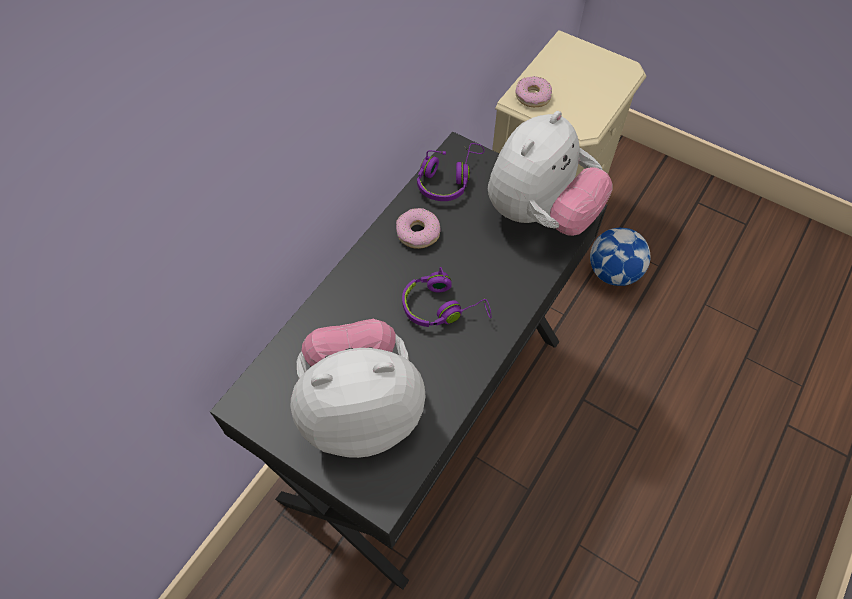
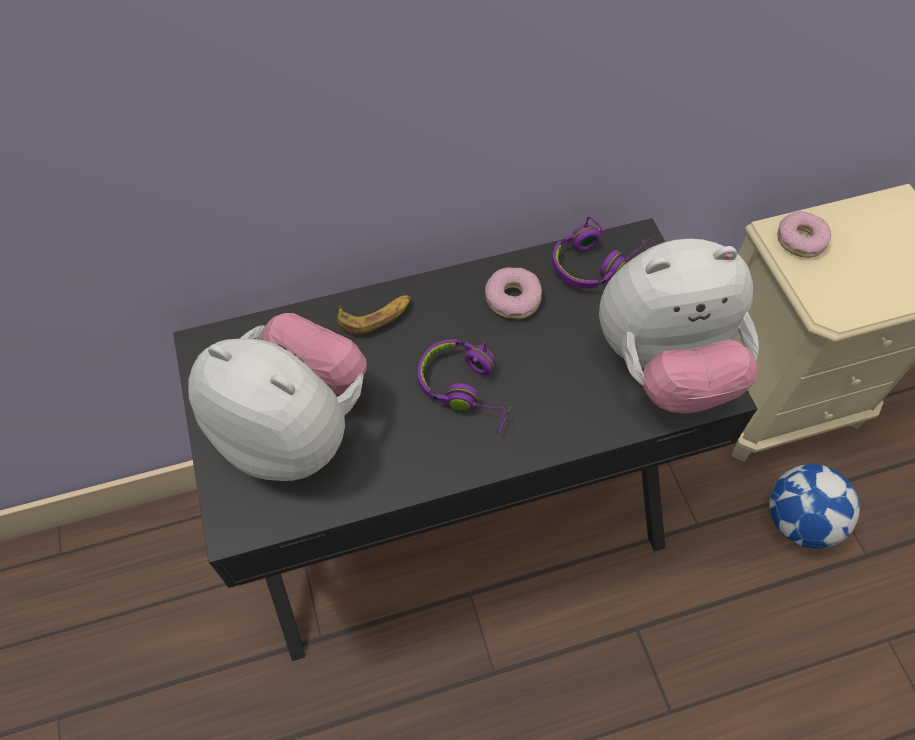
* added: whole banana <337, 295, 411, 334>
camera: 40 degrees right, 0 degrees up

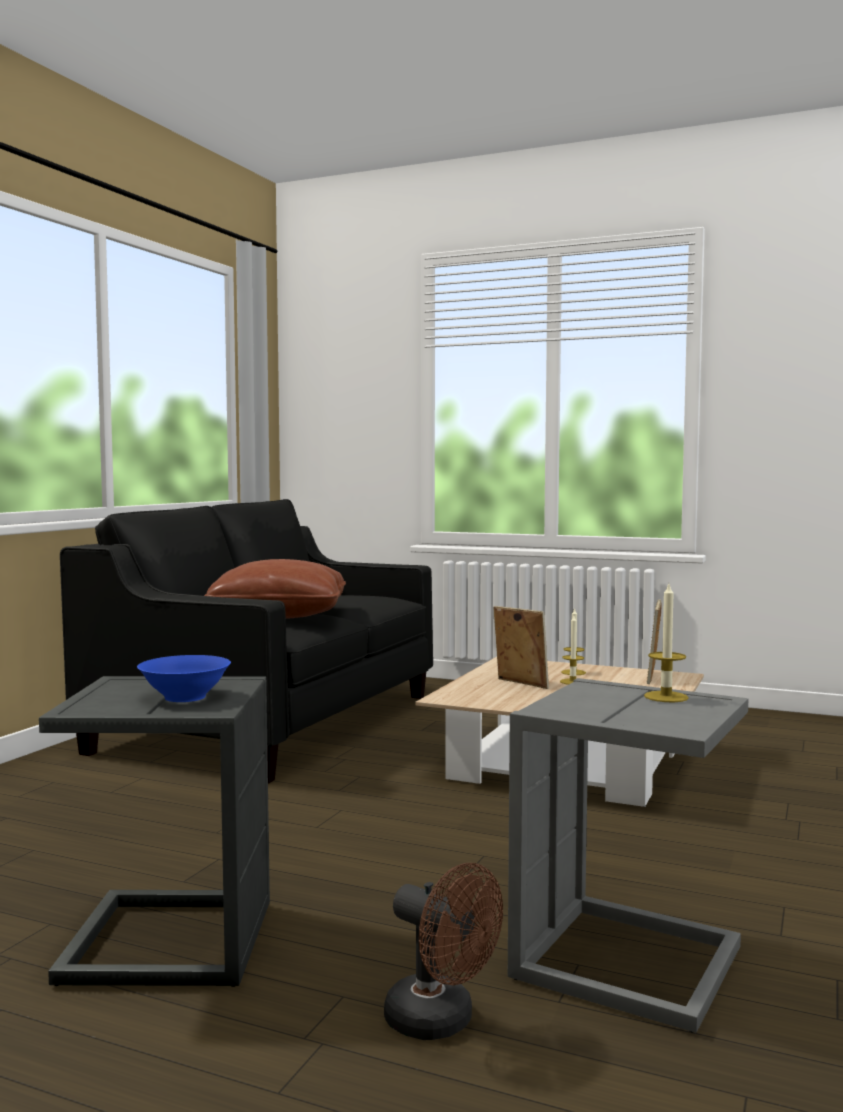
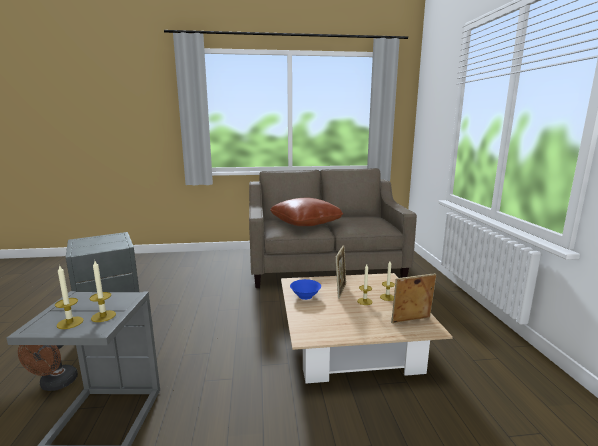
* recoloured: blackish settee <60, 499, 433, 783> to beige settee <249, 168, 417, 288>
* moved: blue-coloured deep dish <137, 655, 231, 702> to <290, 279, 321, 300>
* added: candle <55, 266, 84, 329>
camera: 60 degrees right, 10 degrees up

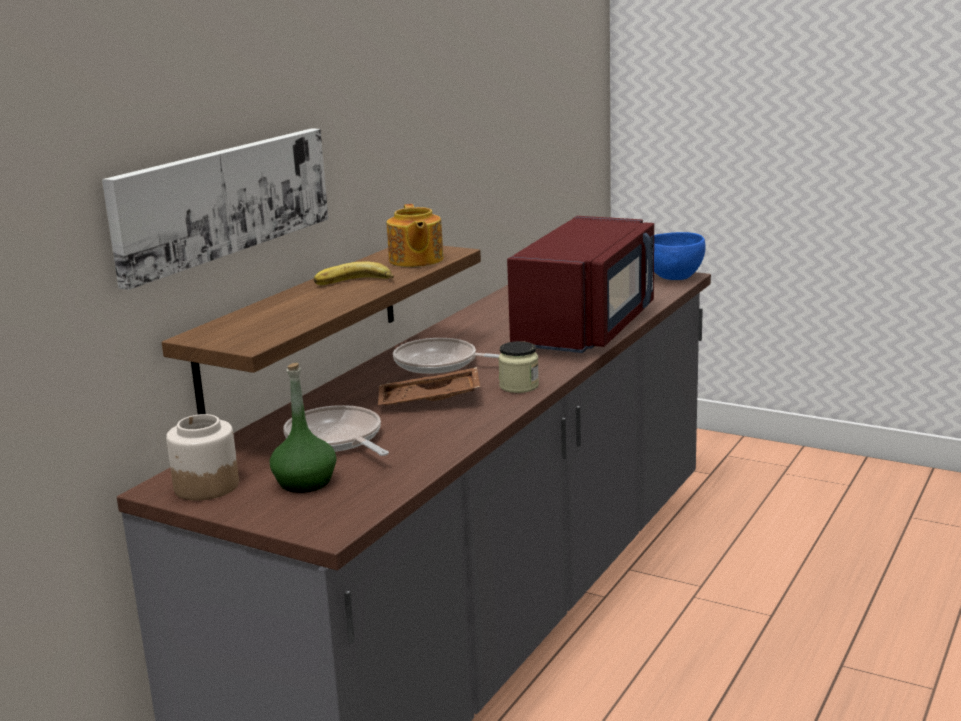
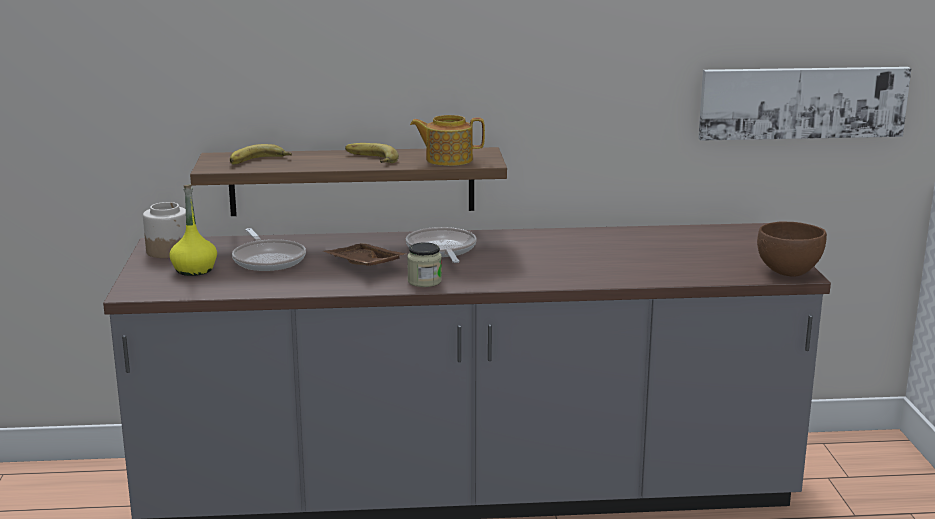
* moved: wall picture <102, 128, 328, 290> to <698, 67, 911, 141>
* turned: pot for tea <387, 204, 444, 267> = <410, 115, 485, 166> 45 degrees clockwise
* removed: reddish microwave oven <507, 216, 654, 353>
* recoloured: blue-coloured deep dish <654, 232, 705, 280> to brownish deep dish <757, 221, 827, 277>
* recoloured: green drink bottle <270, 363, 336, 493> to yellowish drink bottle <169, 184, 217, 276>
* turned: pan <283, 405, 389, 456> = <232, 228, 306, 271> 135 degrees clockwise
* added: whole banana <230, 144, 292, 165>
camera: 55 degrees right, 0 degrees up

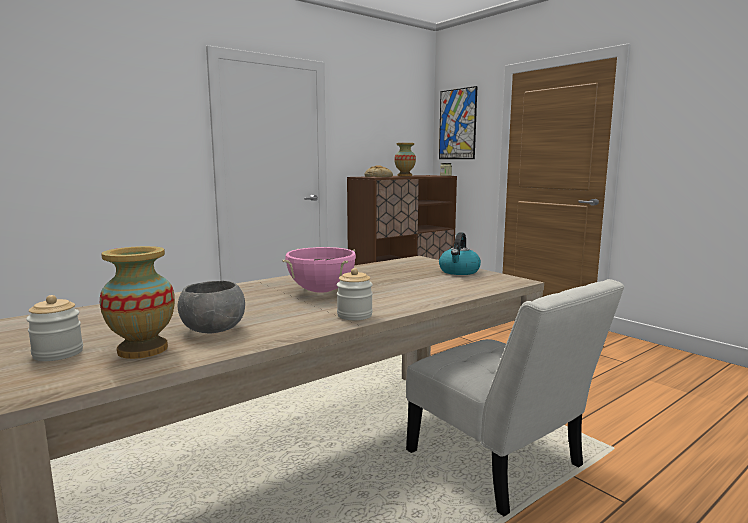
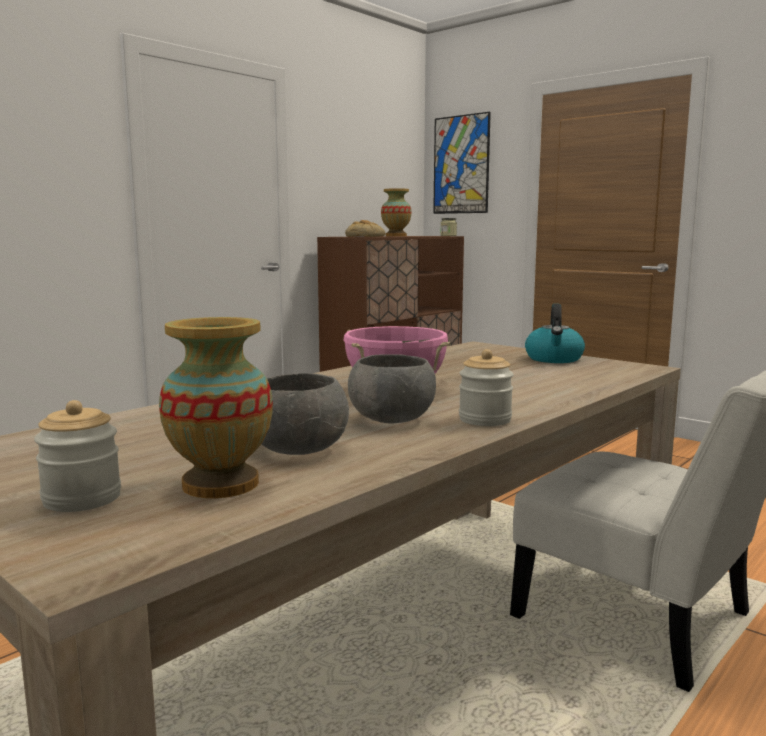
* added: greyish deep dish <348, 354, 436, 424>
camera: 10 degrees left, 0 degrees up

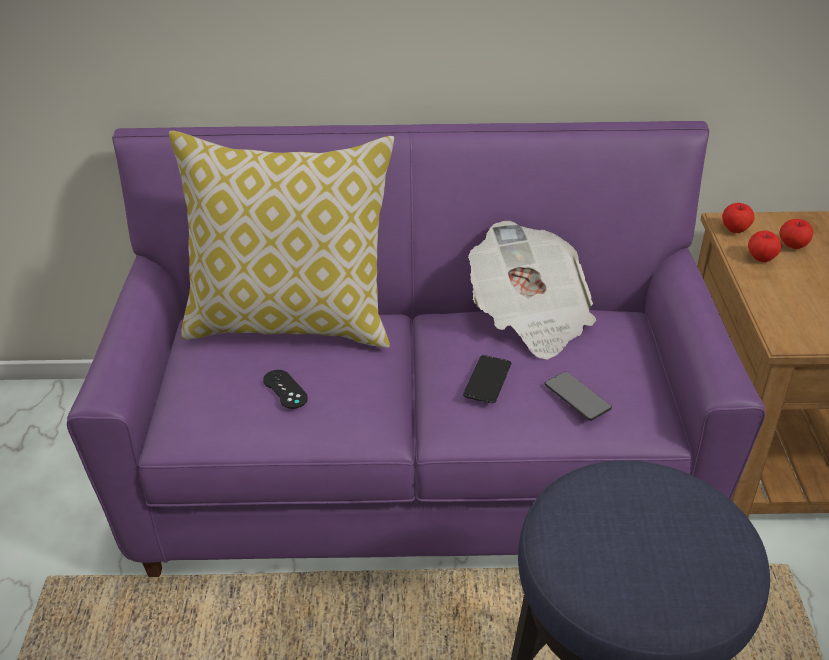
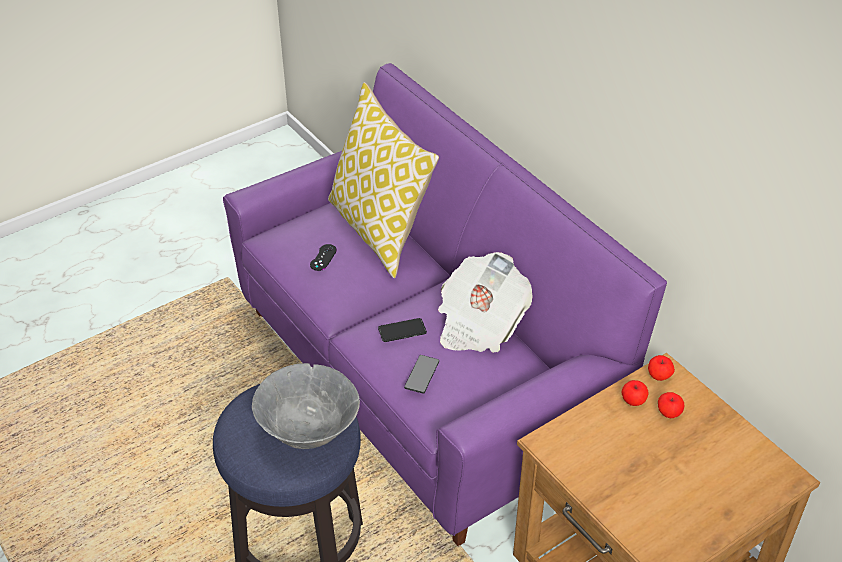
* added: greyish deep dish <252, 363, 360, 449>
camera: 55 degrees right, 5 degrees up

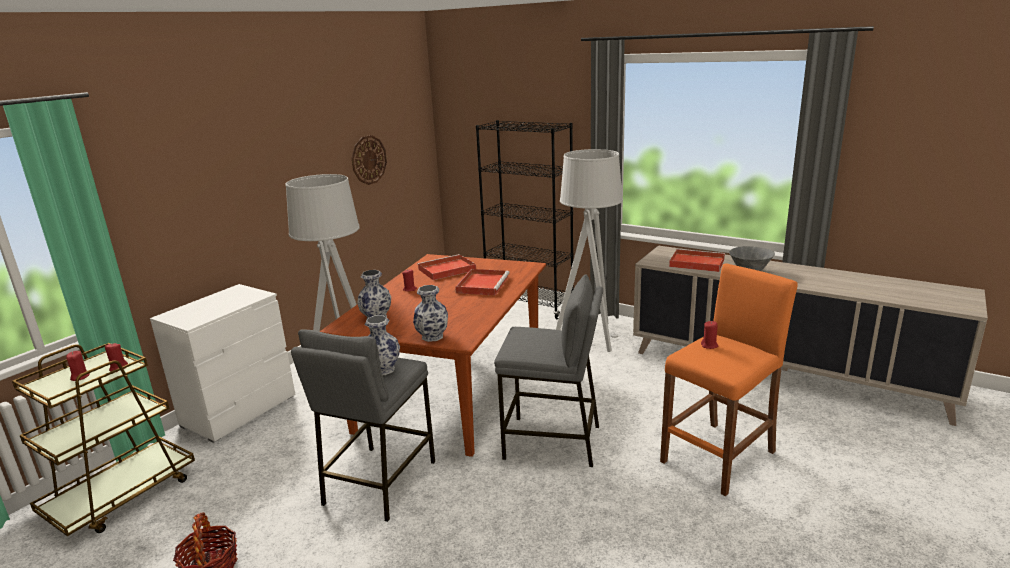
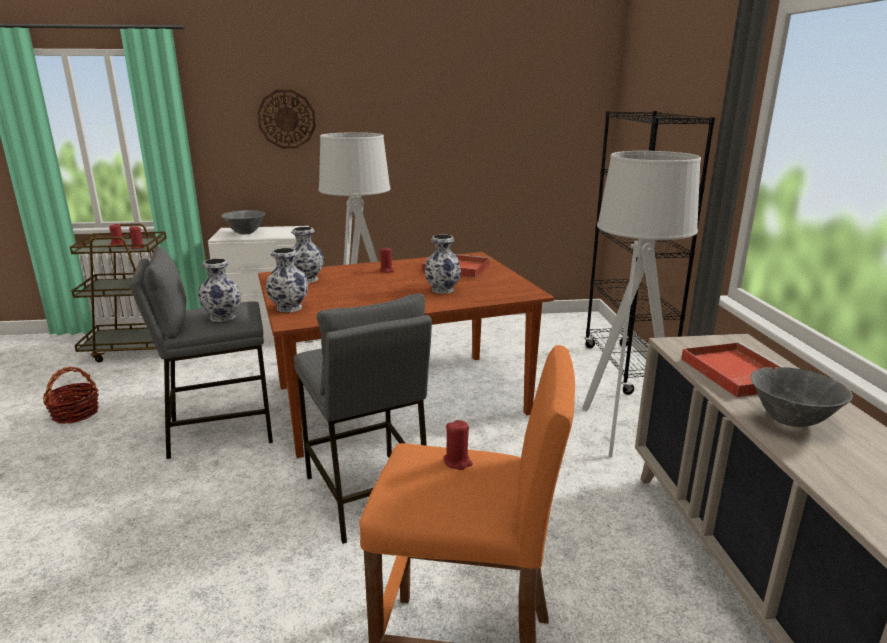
* moved: hanging clock <352, 135, 387, 185> to <257, 90, 316, 149>
* replaced: reddish carrying tray <455, 269, 509, 296> to vase <425, 235, 461, 294>
* added: greyish deep dish <221, 210, 265, 235>
camera: 50 degrees right, 0 degrees up

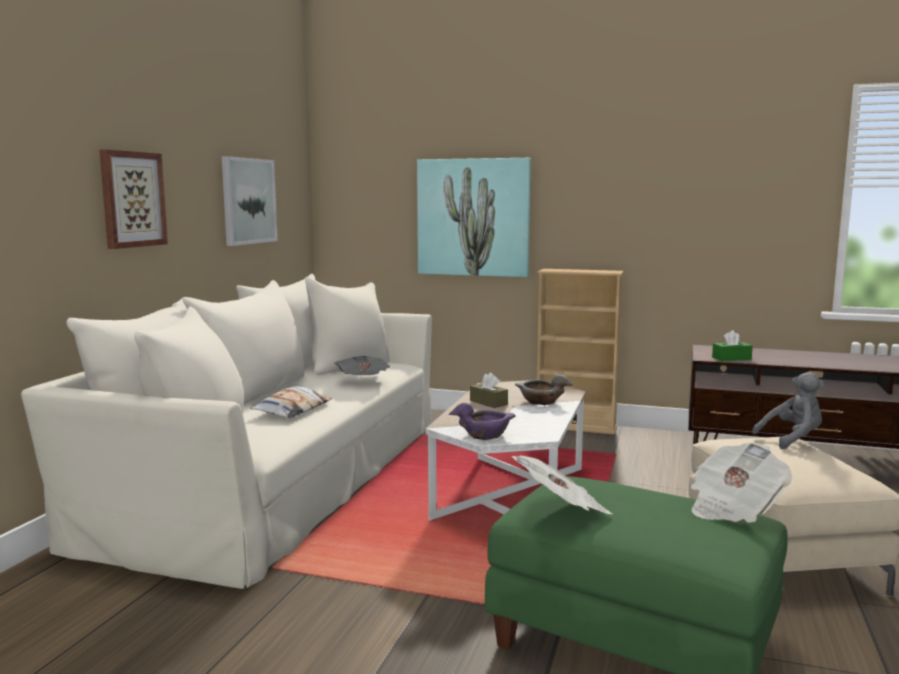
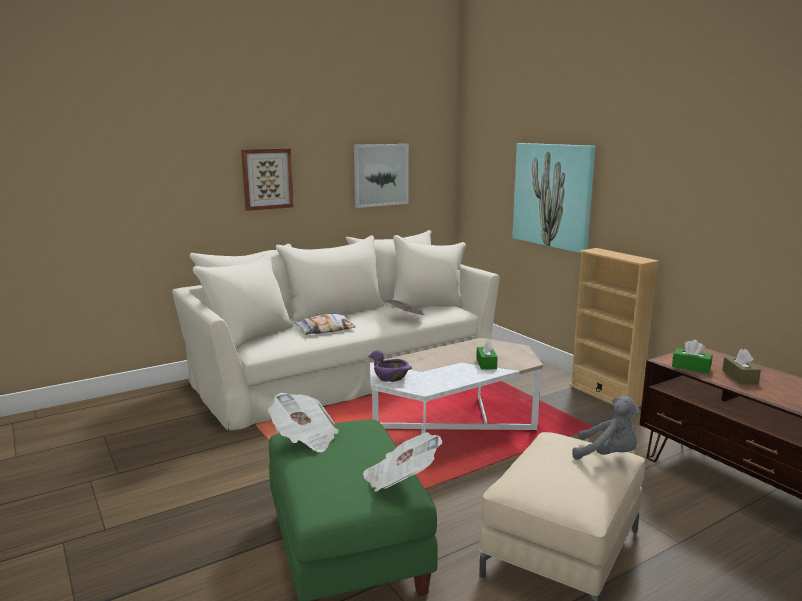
* moved: brownish box of tissues <470, 373, 508, 408> to <722, 349, 761, 384>
* replaced: greyish deep dish <515, 374, 573, 405> to green box of tissues <476, 340, 497, 370>
camera: 40 degrees right, 5 degrees up

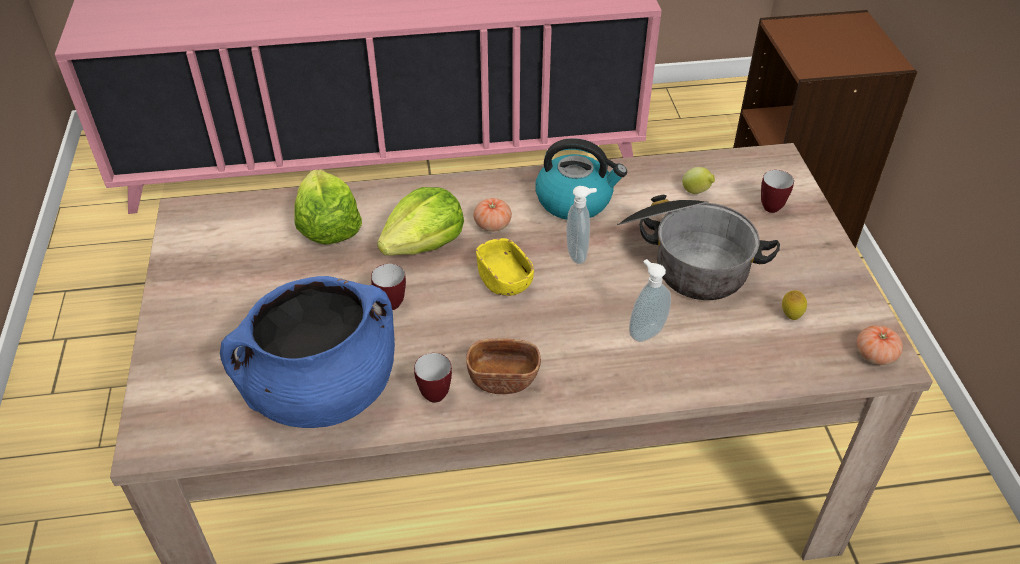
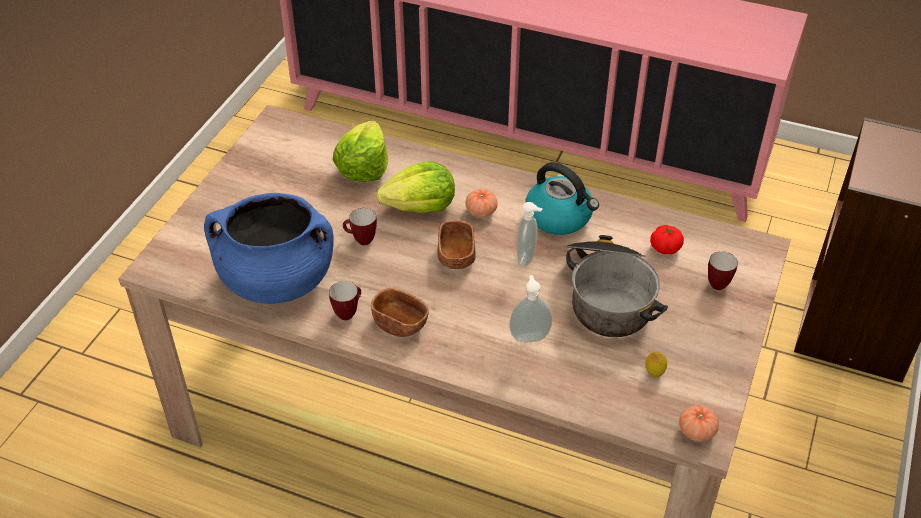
* replaced: lemon <682, 167, 715, 194> to fresh tomato <650, 225, 684, 254>
* recoloured: yellowish deep dish <476, 238, 534, 296> to brownish deep dish <438, 221, 476, 269>
camera: 30 degrees right, 0 degrees up

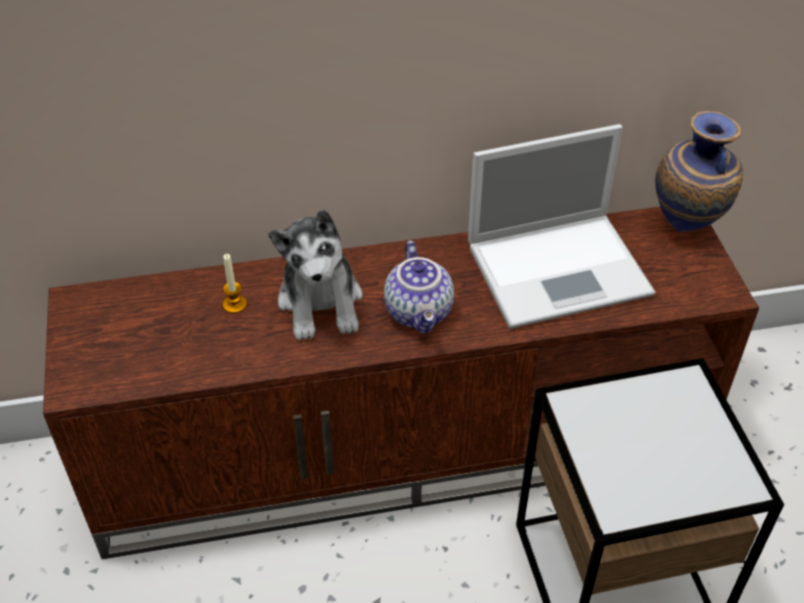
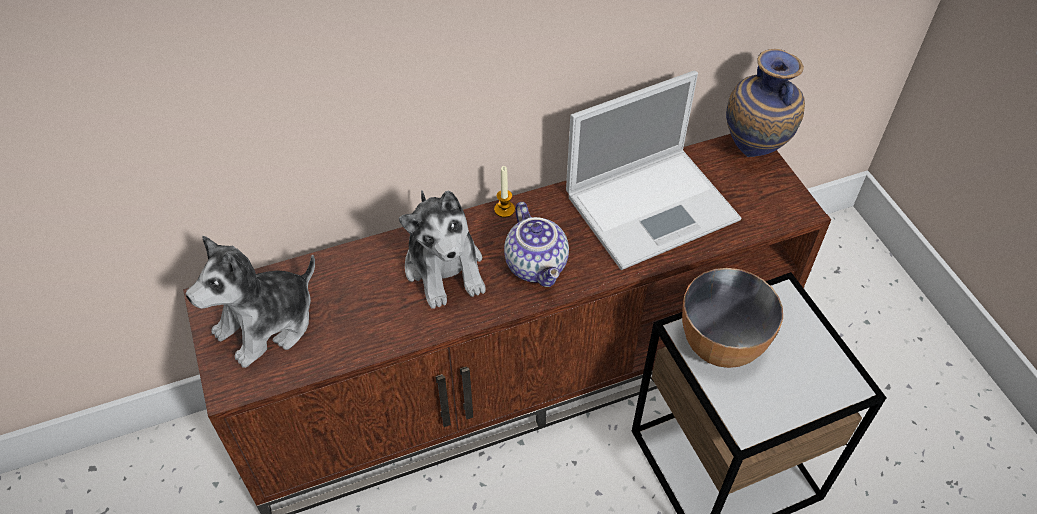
* moved: candle <223, 254, 247, 313> to <494, 166, 515, 218>
* added: soft toy <186, 236, 315, 368>
* added: deep dish <682, 268, 783, 368>
camera: 10 degrees left, 5 degrees up

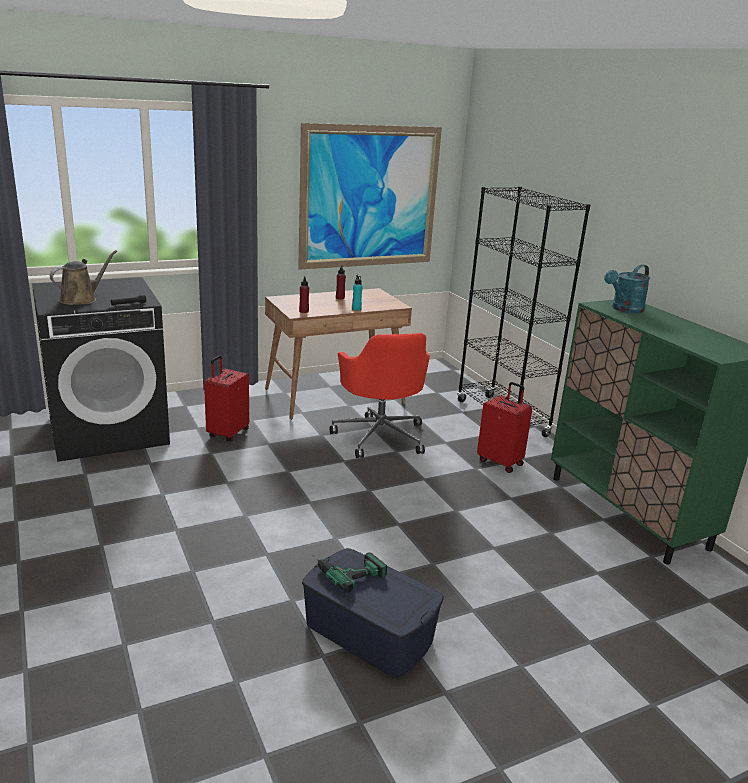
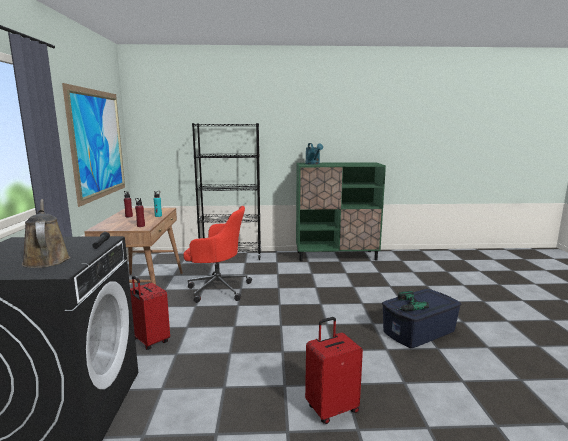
* moved: reddish travel case <477, 382, 532, 473> to <305, 317, 363, 424>
camera: 65 degrees left, 10 degrees down

